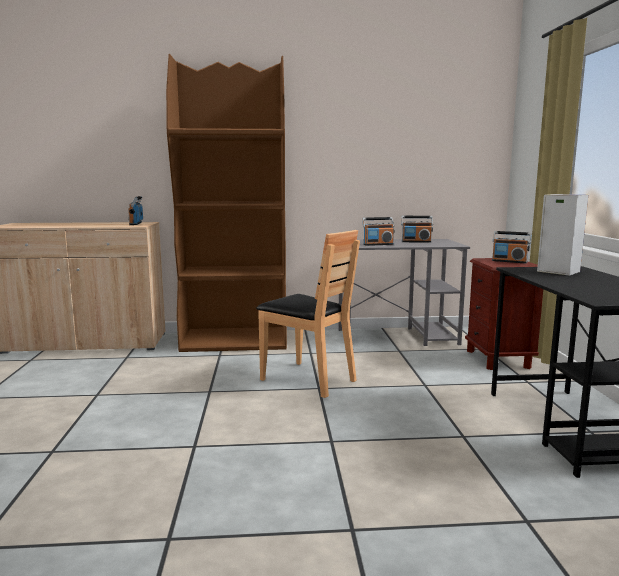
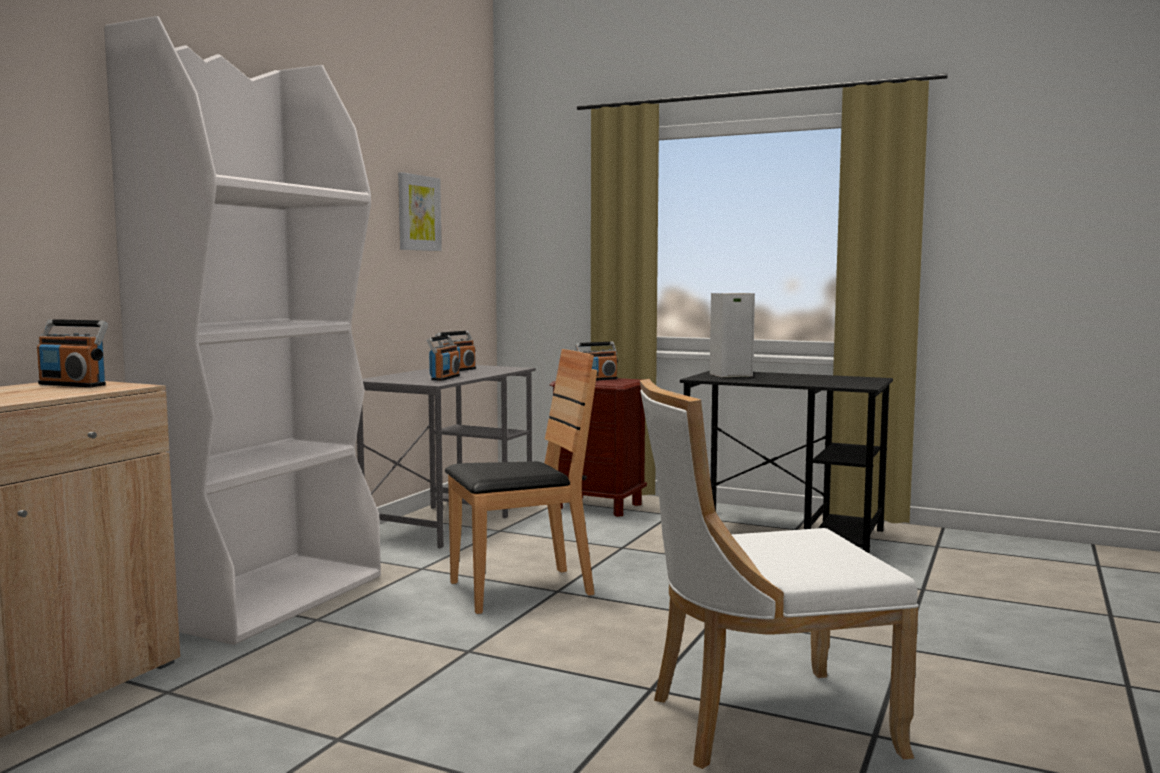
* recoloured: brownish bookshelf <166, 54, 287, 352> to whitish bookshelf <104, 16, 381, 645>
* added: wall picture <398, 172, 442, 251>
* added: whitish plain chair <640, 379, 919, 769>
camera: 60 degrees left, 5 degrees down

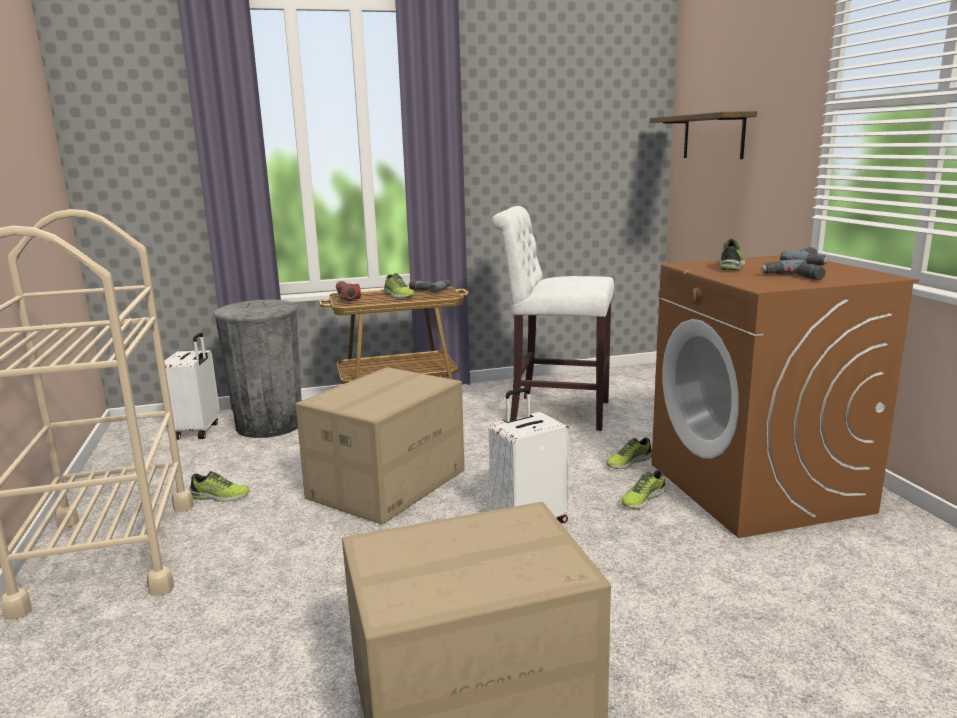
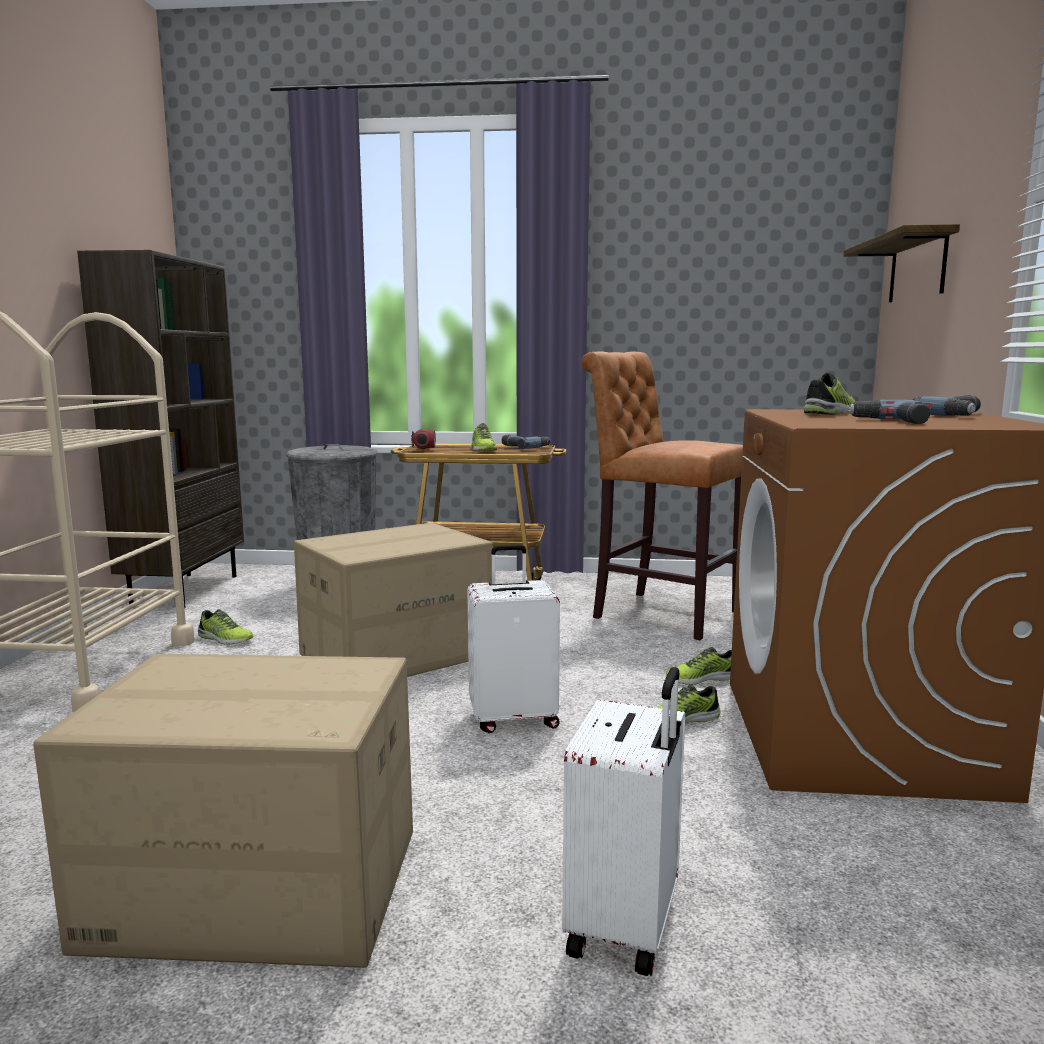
* recoloured: whitish sitting stool <492, 206, 614, 431> to brownish sitting stool <582, 351, 744, 641>
* moved: whitish travel case <164, 332, 220, 440> to <562, 667, 685, 976>
* added: brownish bookshelf <77, 250, 244, 608>
camera: 20 degrees right, 5 degrees down

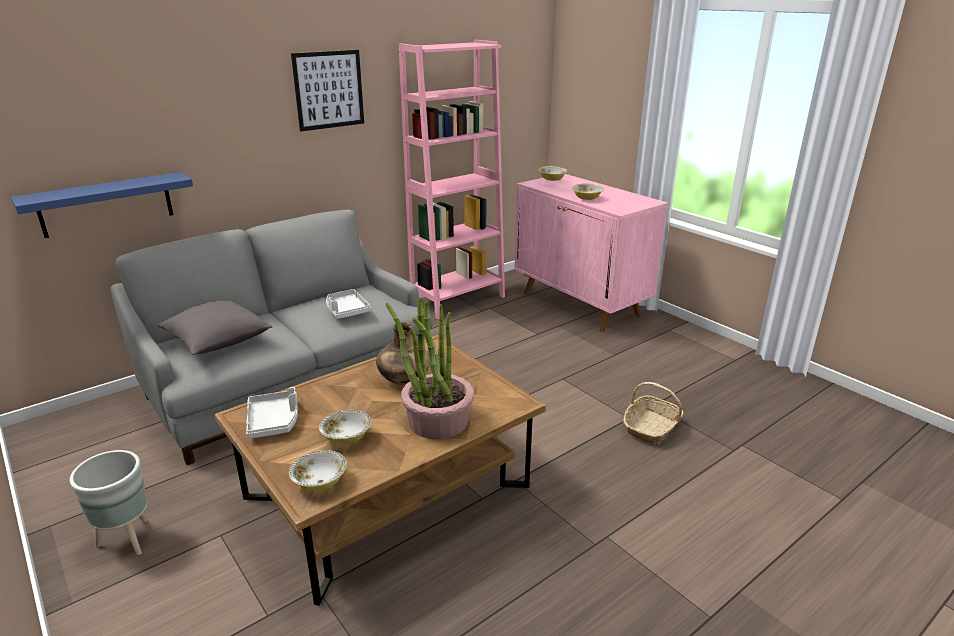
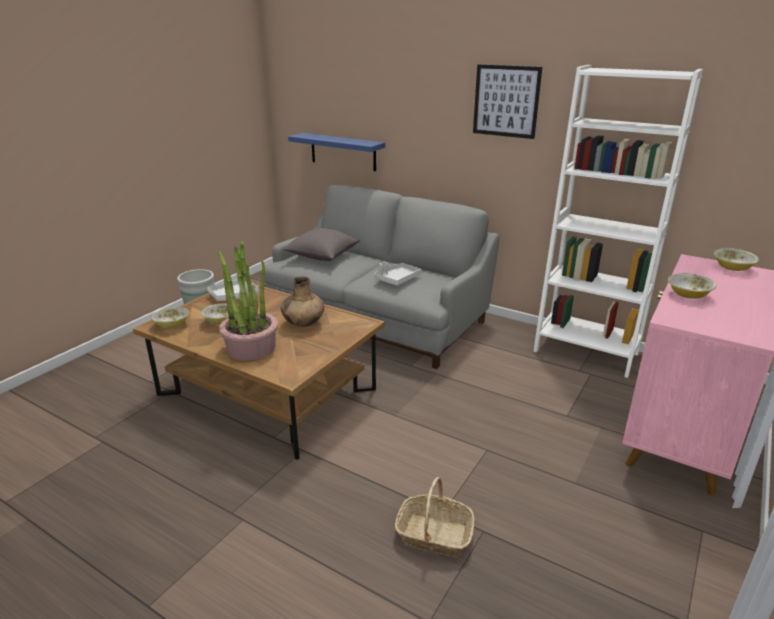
* recoloured: pink bookshelf <399, 40, 505, 320> to whitish bookshelf <533, 65, 703, 378>
camera: 70 degrees right, 0 degrees up

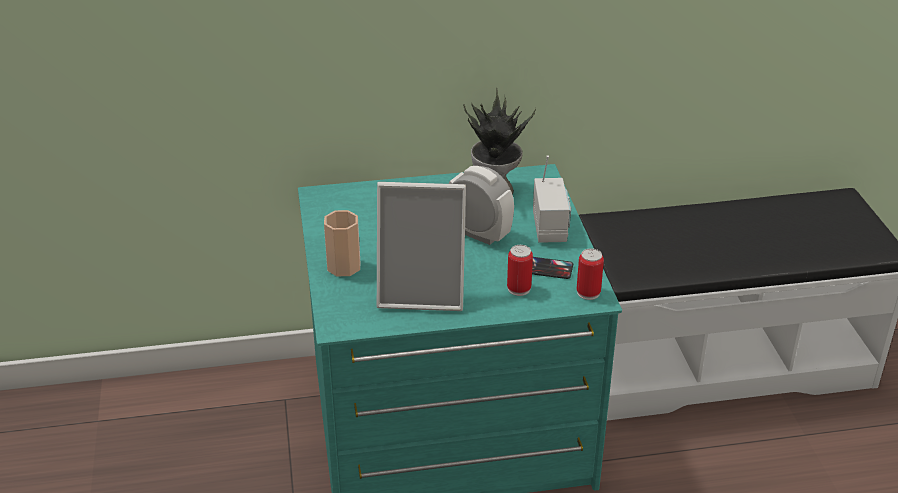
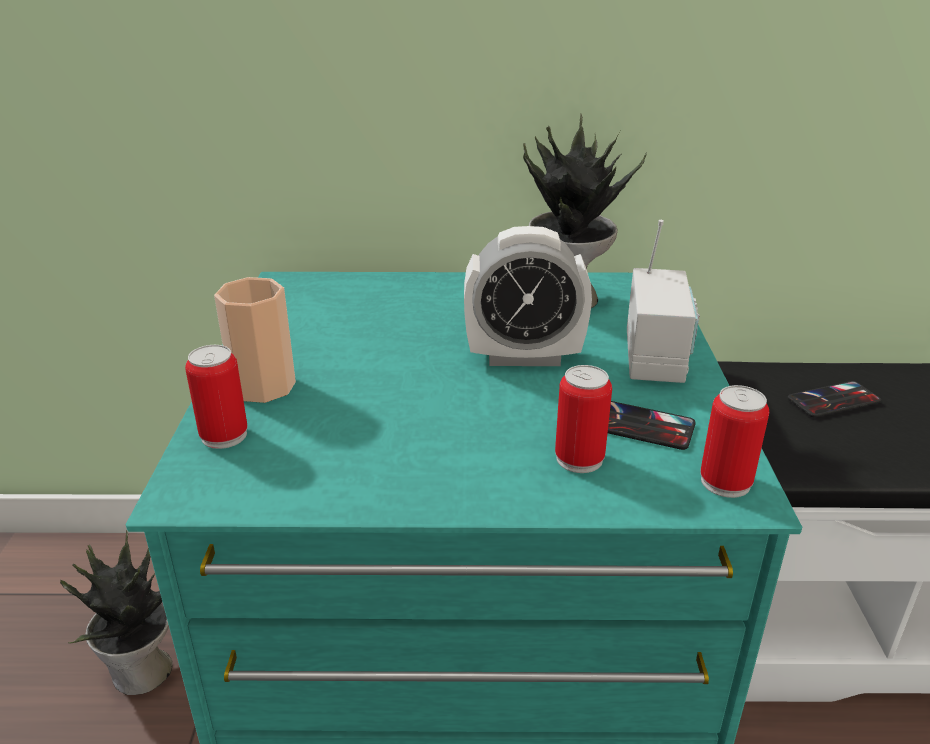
* turned: bedside clock <448, 166, 514, 245> = <464, 226, 592, 366> 135 degrees clockwise
* removed: picture frame <377, 182, 466, 311>
* added: can <185, 345, 248, 449>
* added: telephone <788, 381, 881, 418>
* added: houseplant <60, 530, 173, 695>
camera: 10 degrees right, 5 degrees down

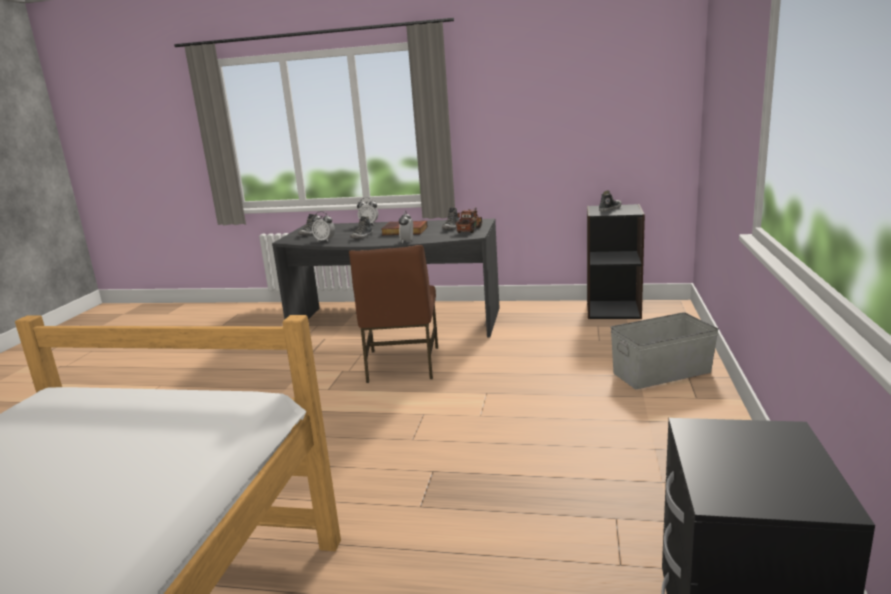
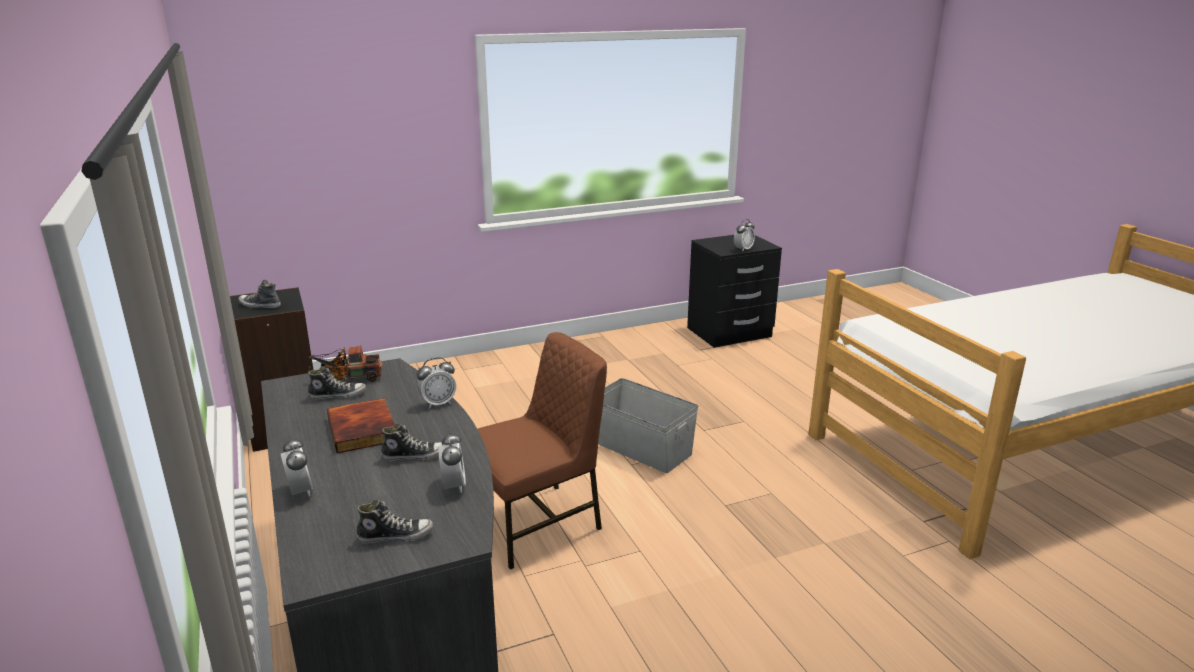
* moved: greyish storage container <610, 312, 719, 389> to <598, 378, 698, 473>
* added: bedside clock <734, 219, 755, 252>
camera: 125 degrees left, 5 degrees up

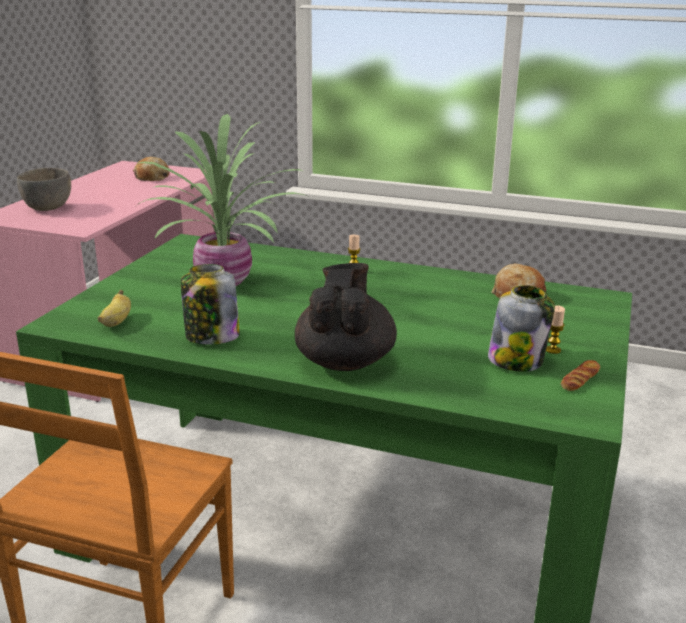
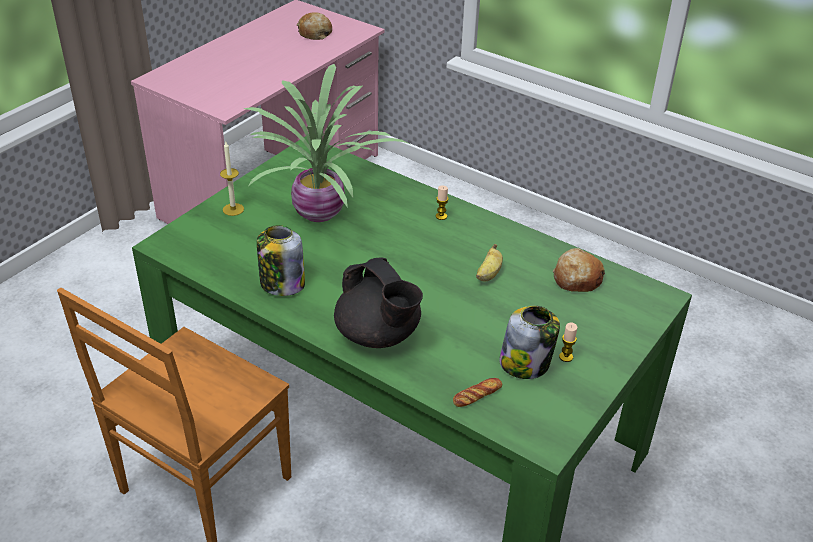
* removed: greyish deep dish <17, 168, 71, 211>
* turned: blackish pot for tea <295, 263, 397, 371> = <334, 257, 423, 348> 120 degrees clockwise
* moved: whole banana <98, 290, 131, 327> to <476, 244, 503, 281>
* moved: baked bread <561, 360, 600, 391> to <453, 378, 502, 407>
* added: candle <220, 142, 244, 216>
camera: 15 degrees right, 15 degrees up

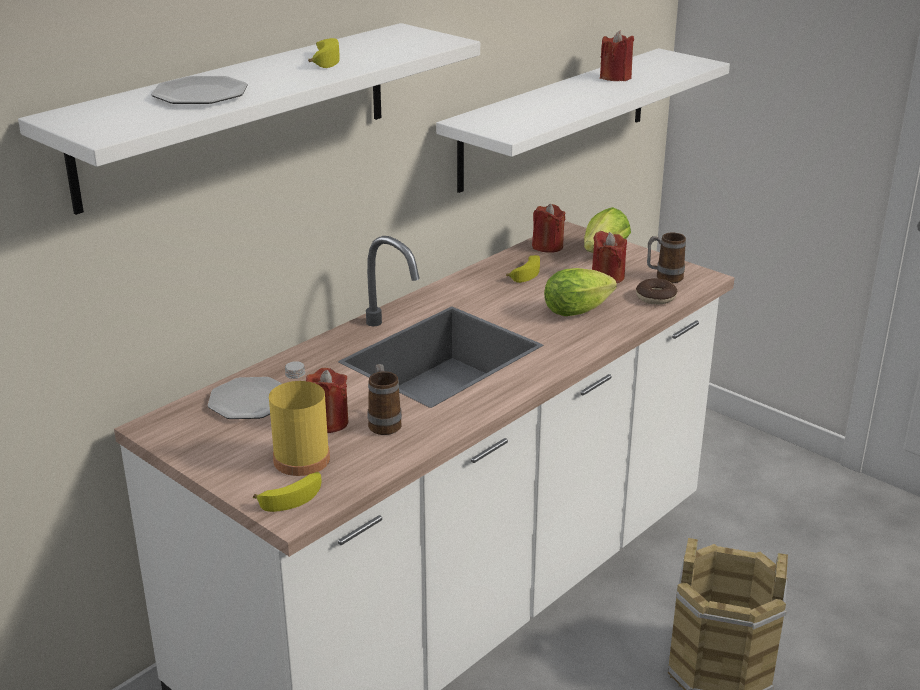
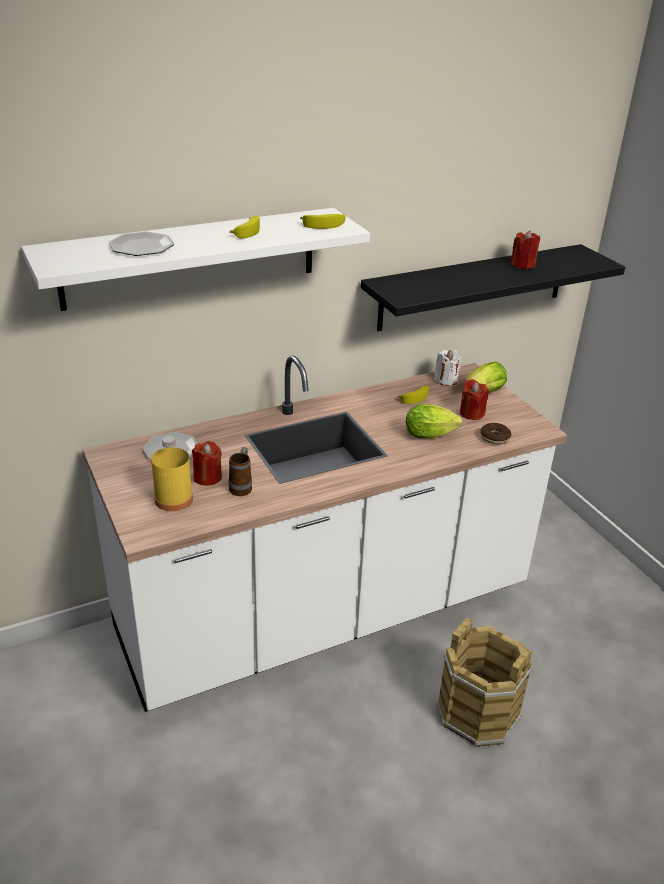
* recoloured: whitish bracket shelf <436, 48, 730, 193> to blackish bracket shelf <361, 244, 625, 331>
* recoloured: reddish candle <532, 204, 566, 253> to whitish candle <434, 350, 462, 386>
* removed: mug <647, 233, 686, 283>
* moved: whole banana <253, 472, 322, 512> to <300, 214, 346, 229>
camera: 20 degrees right, 5 degrees up

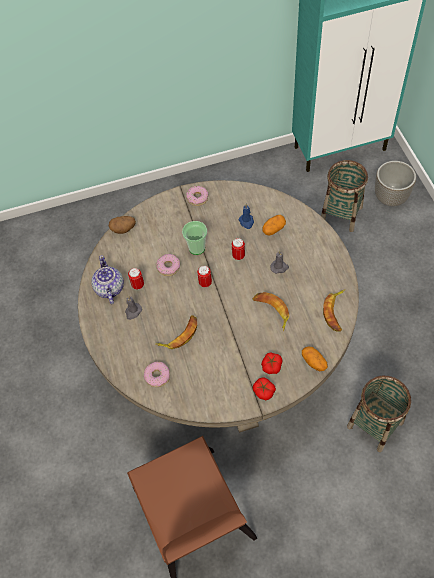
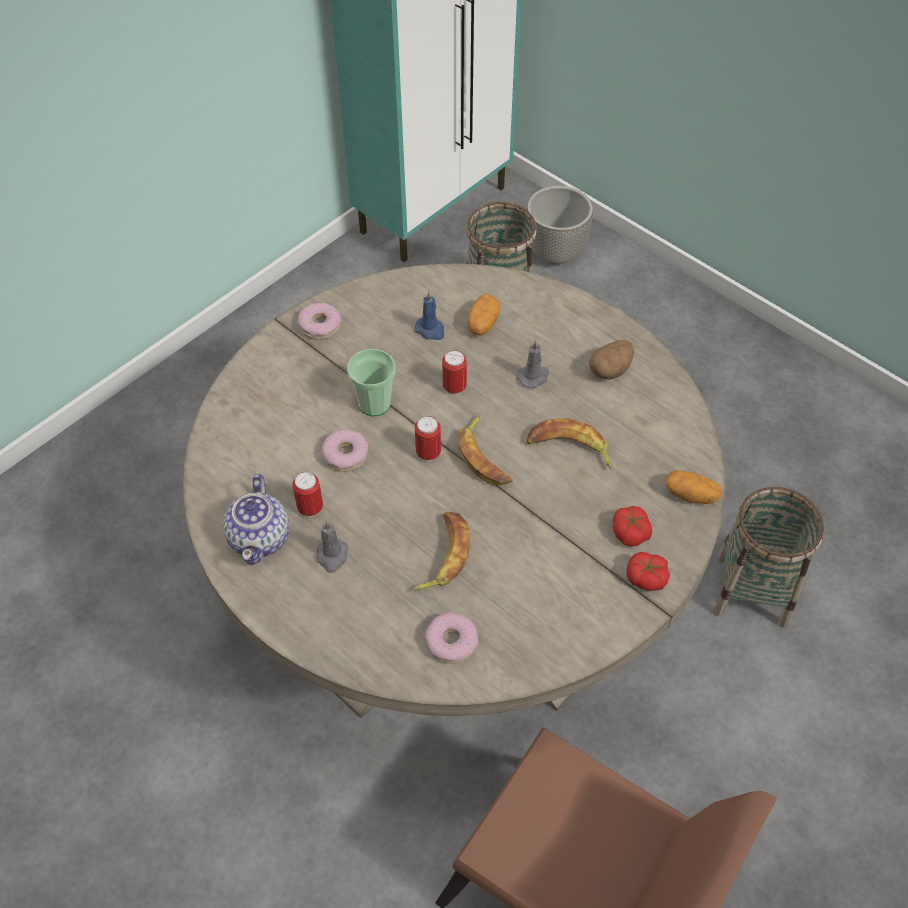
* moved: spud <109, 216, 136, 234> to <589, 340, 634, 380>
* turned: pot for tea <91, 255, 124, 304> = <223, 474, 289, 565> 135 degrees counterclockwise
* moved: whole banana <323, 289, 345, 332> to <458, 413, 513, 486>
camera: 35 degrees left, 5 degrees down

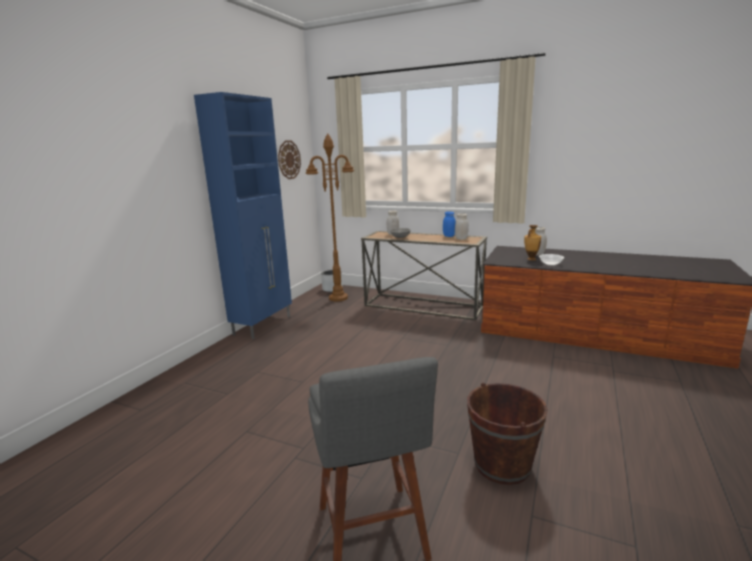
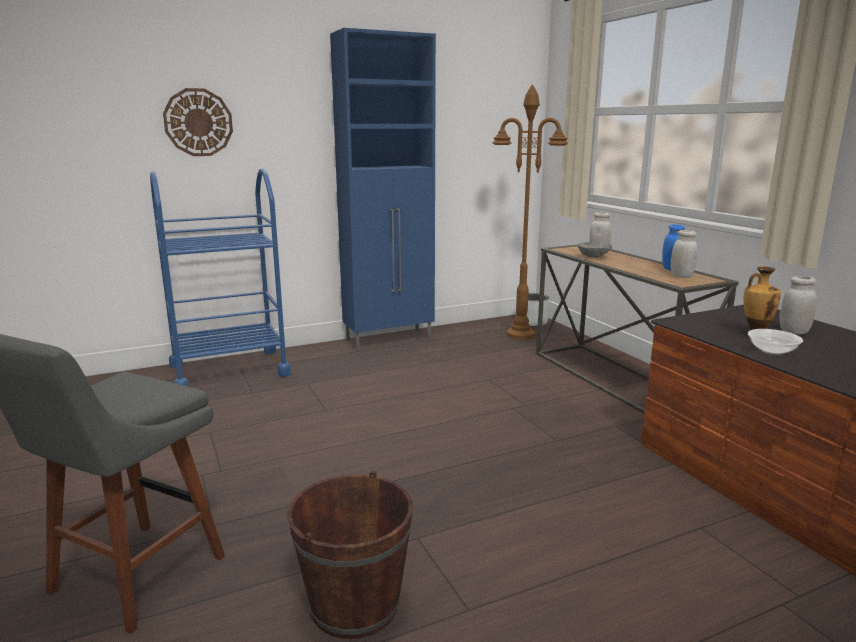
* moved: hanging clock <278, 141, 301, 179> to <163, 88, 233, 156>
* added: blue-coloured cart <150, 168, 291, 387>
camera: 40 degrees right, 0 degrees up

